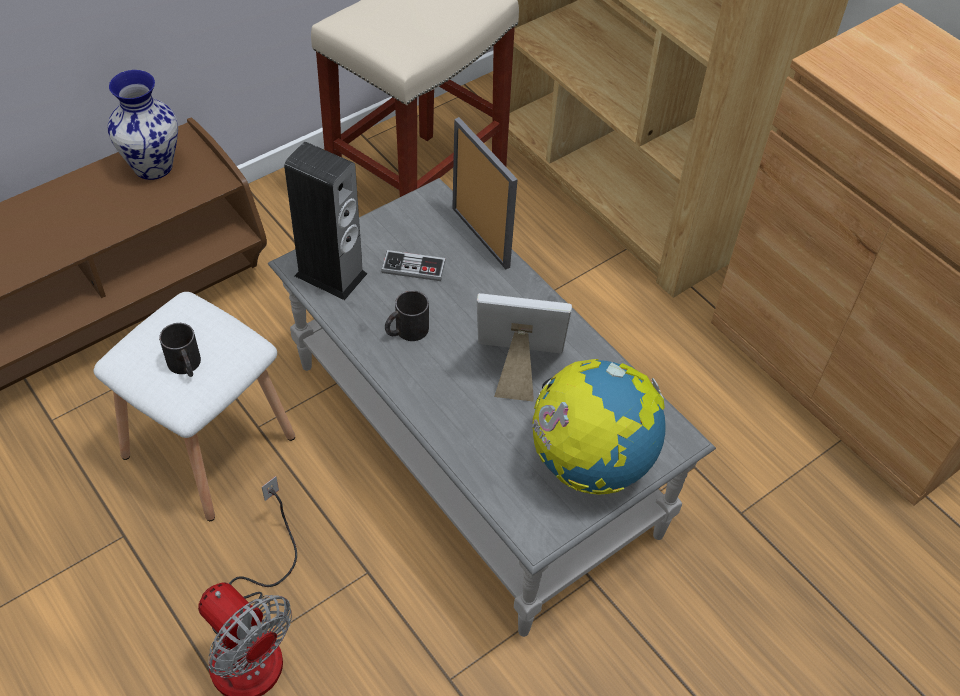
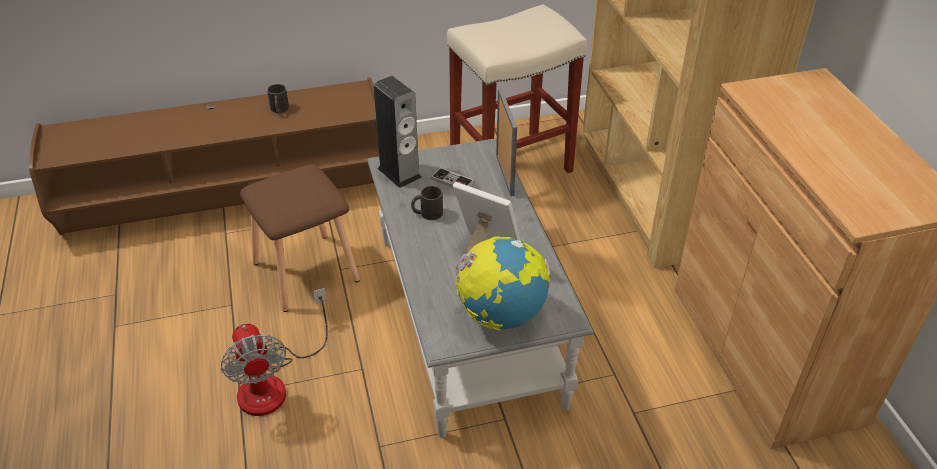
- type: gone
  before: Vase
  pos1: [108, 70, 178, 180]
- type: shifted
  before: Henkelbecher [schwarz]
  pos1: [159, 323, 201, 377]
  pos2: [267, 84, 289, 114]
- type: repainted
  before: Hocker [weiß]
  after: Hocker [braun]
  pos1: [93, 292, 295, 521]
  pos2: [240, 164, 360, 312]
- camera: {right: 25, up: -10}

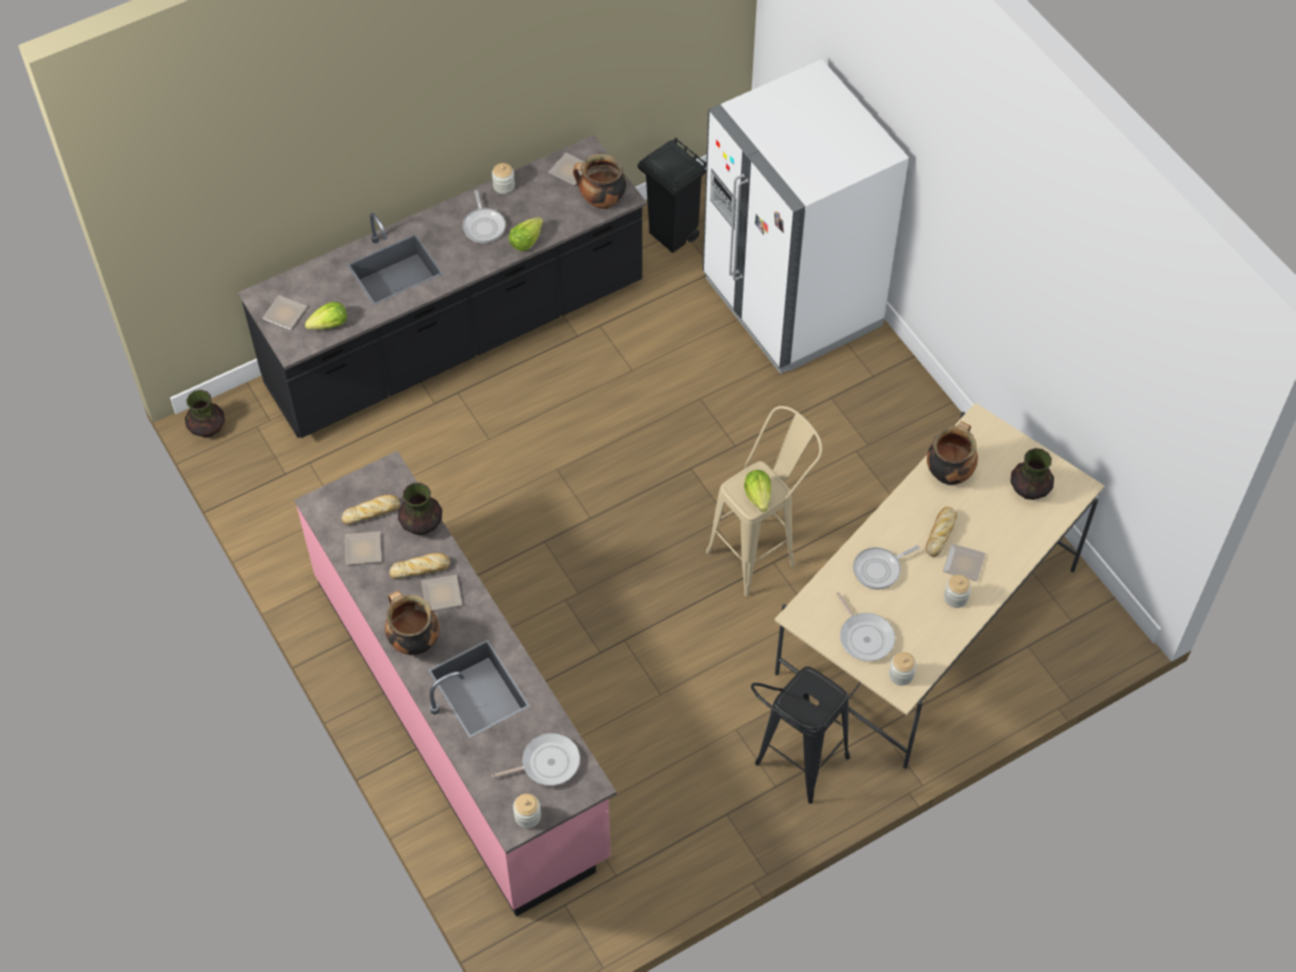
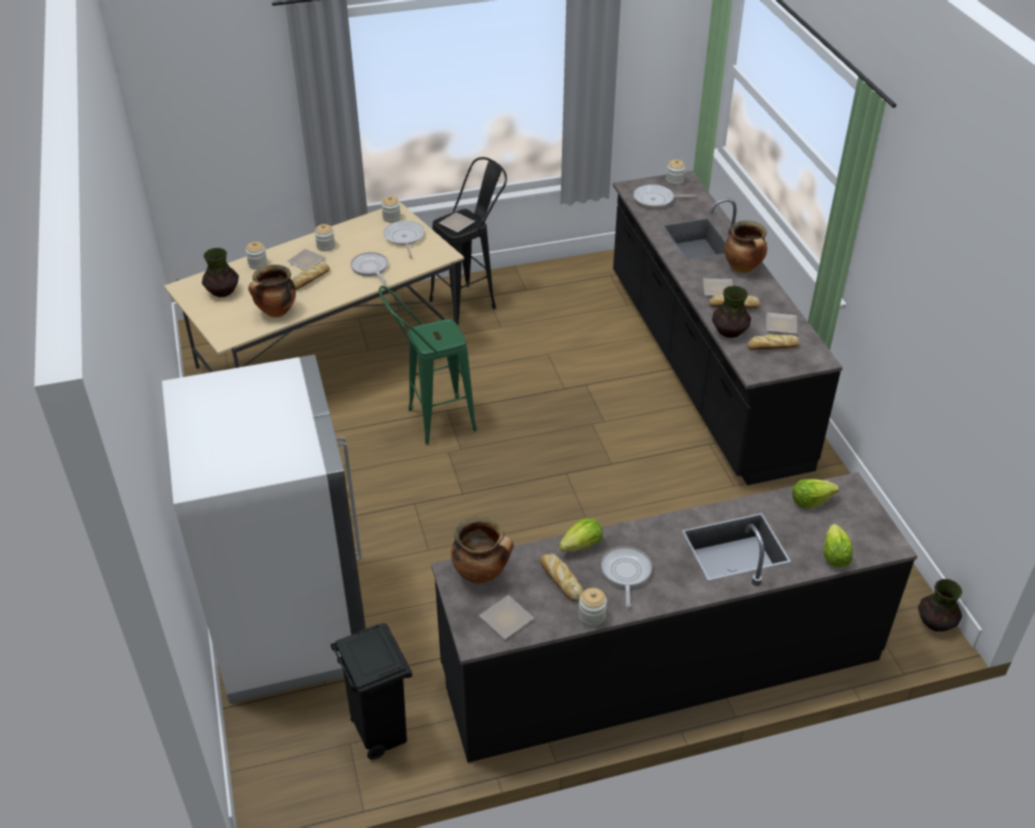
- type: new
  after: Vorratsglas
  pos2: [245, 242, 267, 269]
- type: new
  after: Brot
  pos2: [540, 554, 583, 602]
- type: shifted
  before: Teller
  pos1: [262, 295, 307, 329]
  pos2: [439, 212, 475, 233]
- type: shifted
  before: Salatkopf
  pos1: [744, 470, 771, 512]
  pos2: [823, 524, 853, 567]
- type: repainted
  before: Küchenzeile [rosa]
  after: Küchenzeile [schwarz]
  pos1: [295, 451, 617, 917]
  pos2: [613, 171, 843, 485]
- type: repainted
  before: Hocker [beige]
  after: Hocker [grün]
  pos1: [706, 406, 822, 597]
  pos2: [379, 286, 477, 444]
- type: rotated
  before: Pfanne
  pos1: [853, 545, 920, 590]
  pos2: [350, 252, 388, 283]
  turn: -105
- camera: {right: -165, up: -15}

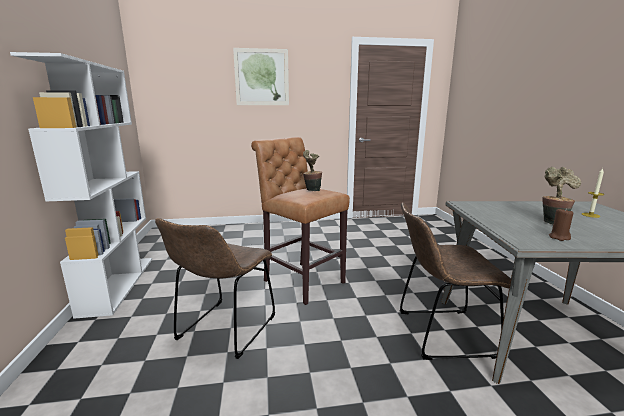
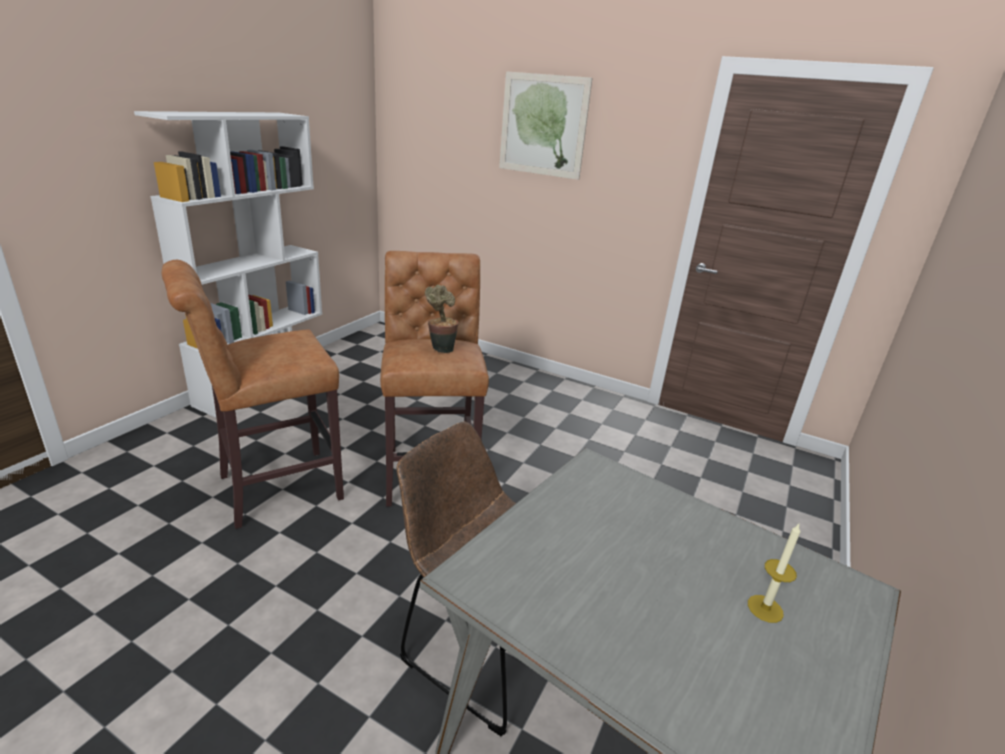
- type: gone
  before: Topfpflanze
  pos1: [543, 167, 581, 224]
- type: gone
  before: Kerze [braun]
  pos1: [549, 209, 573, 241]
- type: swapped
  before: Stuhl [braun]
  after: Hocker [braun]
  pos1: [155, 218, 275, 359]
  pos2: [162, 260, 344, 529]
- camera: {right: 35, up: 10}

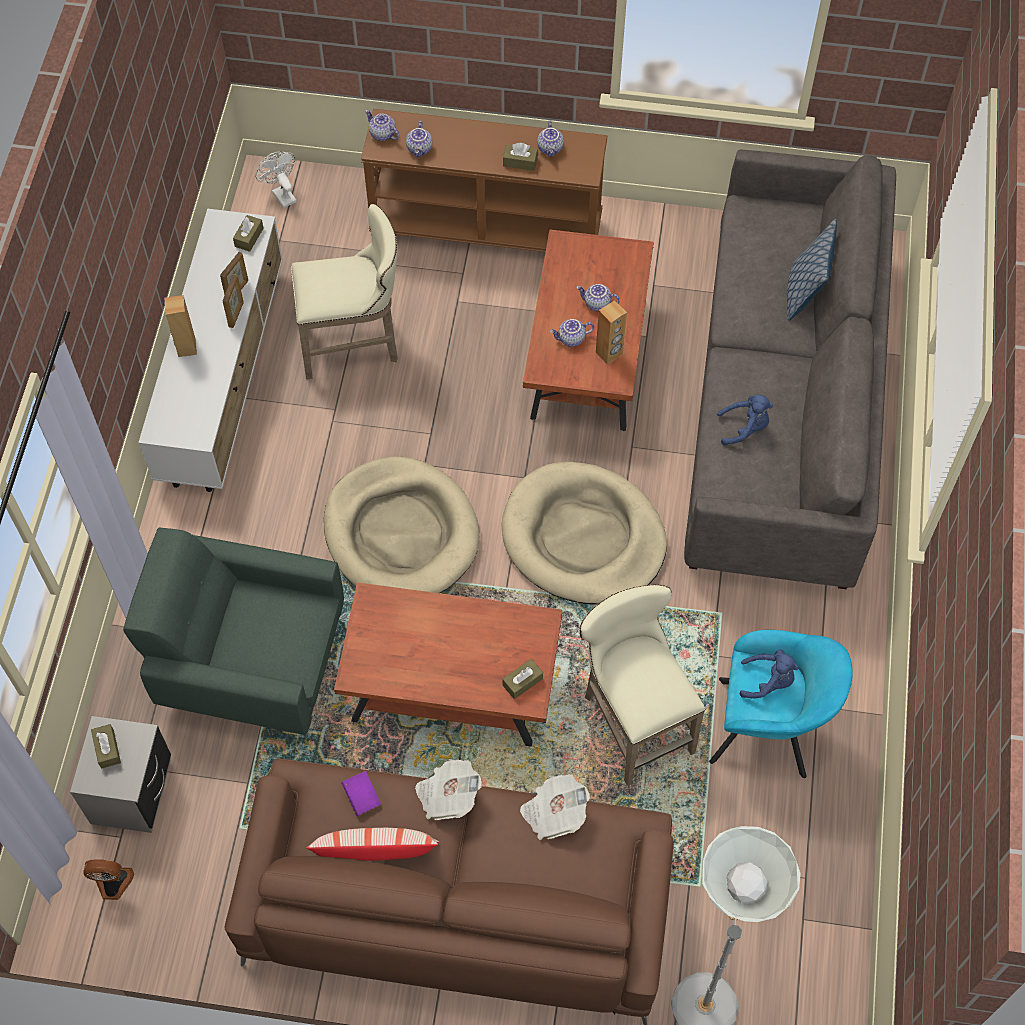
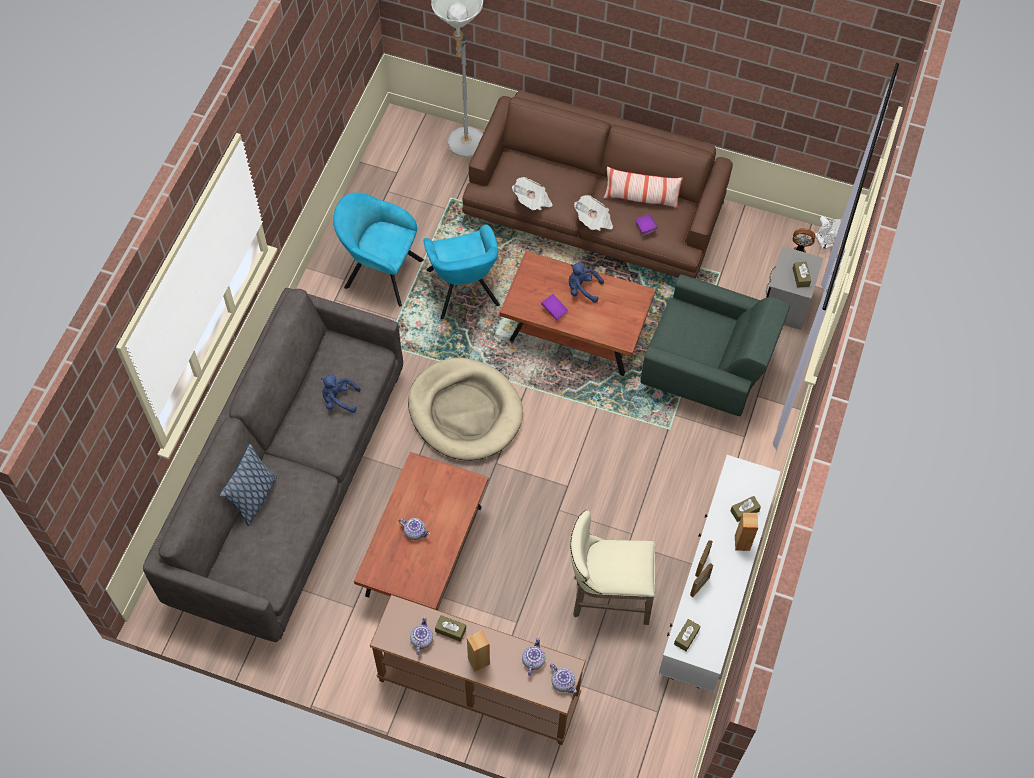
- type: gone
  before: Hundebett [beige]
  pos1: [324, 456, 480, 593]
- type: gone
  before: Teekanne
  pos1: [550, 319, 594, 347]
- type: new
  after: Buch [lila]
  pos2: [541, 294, 568, 321]
- type: shifted
  before: Ventilator [weiß]
  pos1: [256, 152, 297, 208]
  pos2: [815, 216, 842, 249]
- type: shifted
  before: Taschentuchbox [braun]
  pos1: [502, 659, 543, 699]
  pos2: [731, 496, 761, 522]
- type: shifted
  before: Lautsprecher [braun]
  pos1: [596, 300, 627, 364]
  pos2: [467, 630, 490, 671]
- type: shifted
  before: Plüschtier [blau]
  pos1: [740, 649, 799, 698]
  pos2: [569, 262, 604, 303]
- type: swapped
  before: Hocker [beige]
  after: Sessel [türkis]
  pos1: [579, 584, 705, 786]
  pos2: [424, 225, 500, 319]
- camera: {right: -170, up: 0}

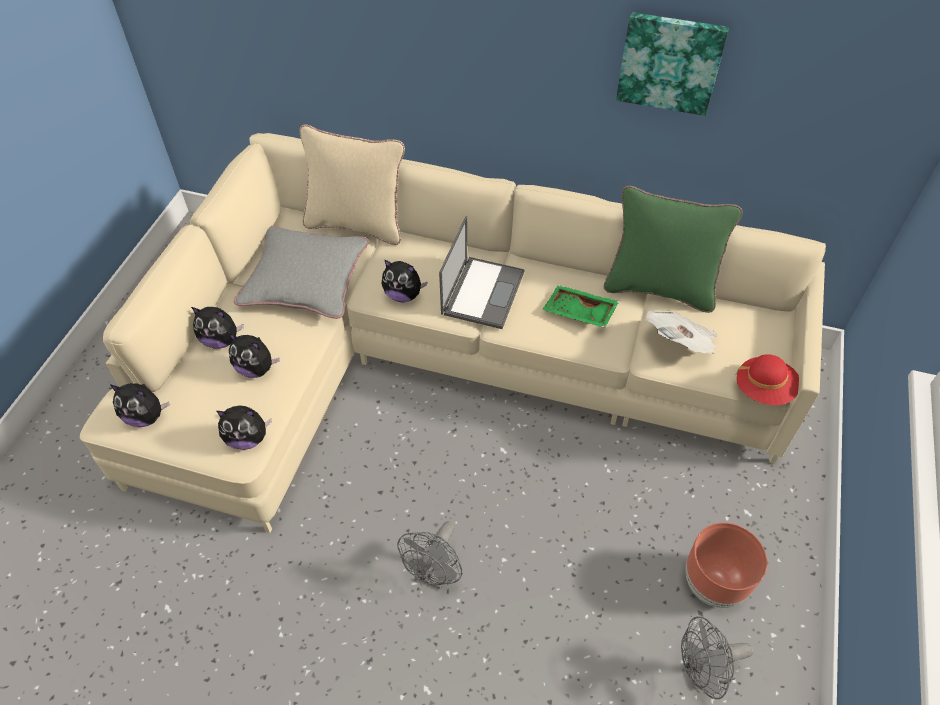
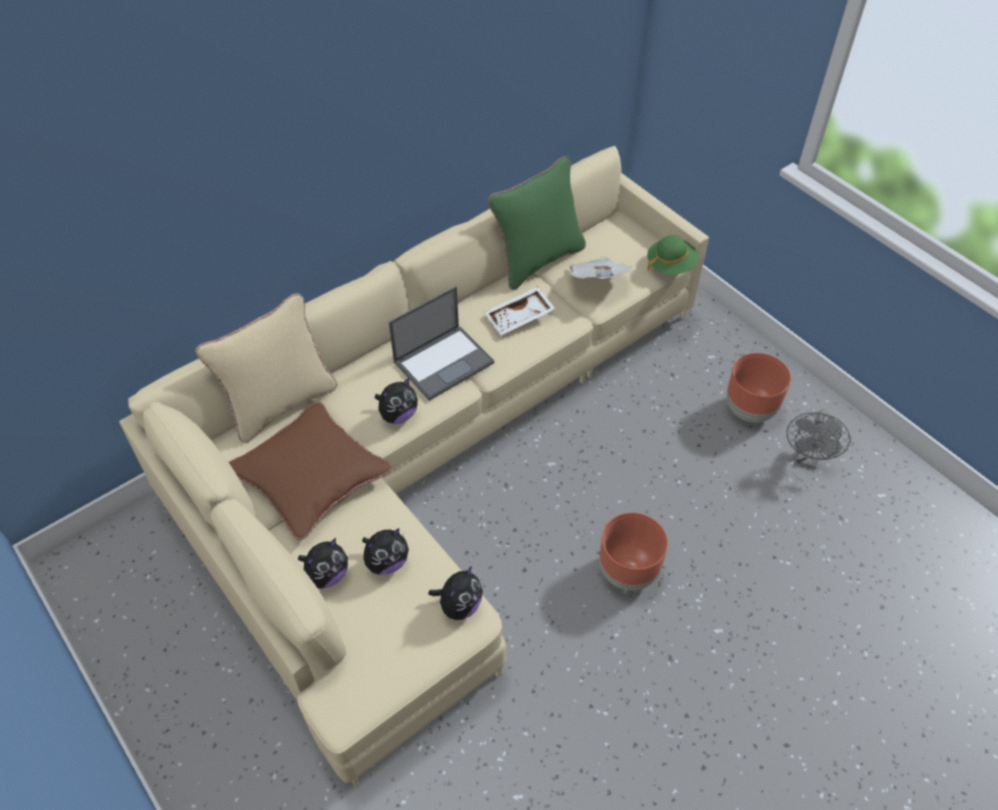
- type: gone
  before: Plüschtier
  pos1: [109, 383, 170, 427]
- type: gone
  before: Bild
  pos1: [616, 12, 729, 116]
- type: swapped
  before: Ventilator [grau]
  after: Pflanzkübel [braun]
  pos1: [397, 521, 462, 589]
  pos2: [600, 513, 668, 591]
- type: repainted
  before: Kissen [grau]
  after: Kissen [braun]
  pos1: [234, 226, 369, 319]
  pos2: [229, 402, 392, 540]
- type: repainted
  before: Tablett [grün]
  after: Tablett [weiß]
  pos1: [542, 285, 619, 328]
  pos2: [484, 286, 555, 335]
- type: repainted
  before: Hut [rot]
  after: Hut [grün]
  pos1: [735, 354, 799, 405]
  pos2: [647, 235, 699, 275]
- type: rotated
  before: Laptop
  pos1: [439, 216, 525, 329]
  pos2: [389, 286, 494, 401]
  turn: 90
- camera: {right: -55, up: 0}

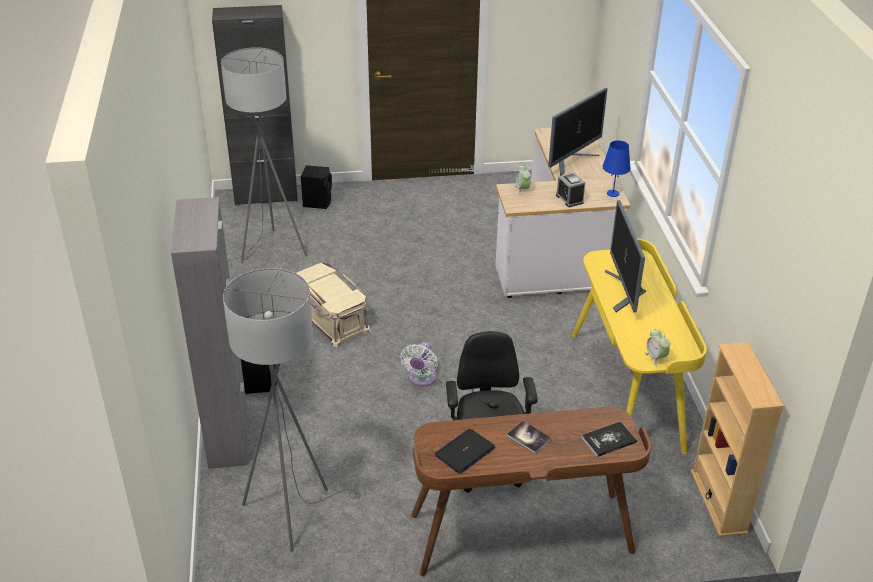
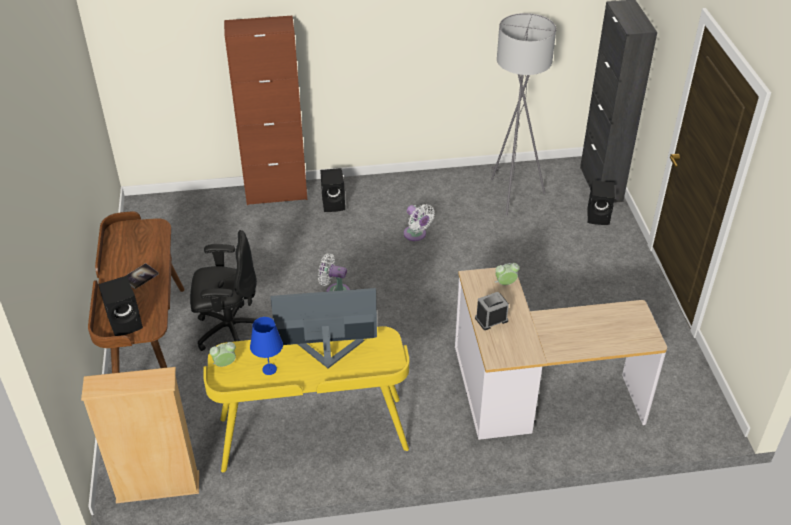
- type: gone
  before: Stehlampe [grau]
  pos1: [223, 268, 360, 551]
- type: gone
  before: Laptop
  pos1: [434, 429, 495, 474]
- type: gone
  before: Monitor
  pos1: [548, 88, 607, 176]
- type: shifted
  before: Tischlampe [blau]
  pos1: [602, 140, 631, 197]
  pos2: [250, 317, 283, 375]
- type: swapped
  before: Aufbewahrungsbox [beige]
  after: Ventilator [weiß]
  pos1: [296, 263, 371, 347]
  pos2: [404, 204, 435, 241]
- type: swapped
  before: Buch
  after: Lautsprecher [schwarz]
  pos1: [581, 421, 637, 457]
  pos2: [98, 276, 143, 336]
- type: repainted
  before: Schrank [grau]
  after: Schrank [braun]
  pos1: [171, 197, 247, 469]
  pos2: [224, 16, 307, 205]
- camera: {right: 90, up: 5}

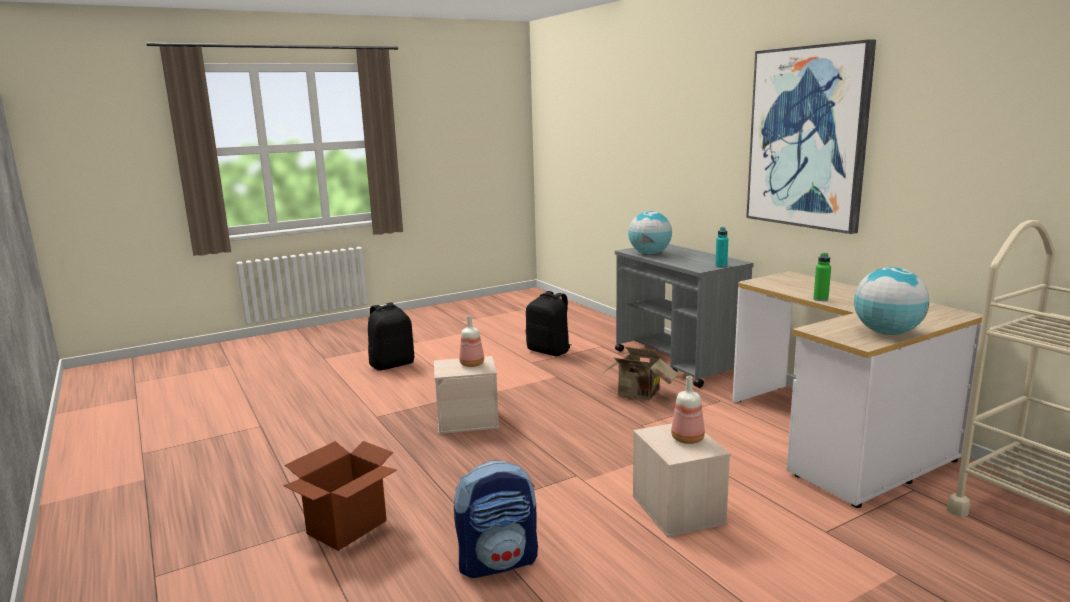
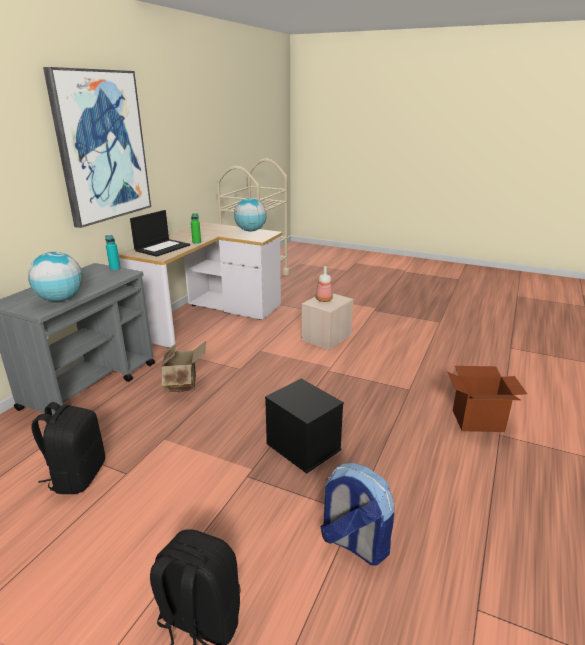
- type: gone
  before: Flasche
  pos1: [459, 315, 484, 367]
- type: new
  after: Laptop
  pos2: [130, 210, 190, 257]
- type: shifted
  before: Rucksack
  pos1: [454, 460, 538, 578]
  pos2: [320, 463, 394, 566]
- type: repainted
  before: Aufbewahrungsbox [beige]
  after: Aufbewahrungsbox [schwarz]
  pos1: [434, 356, 499, 434]
  pos2: [265, 379, 344, 474]
- camera: {right: -125, up: 10}

